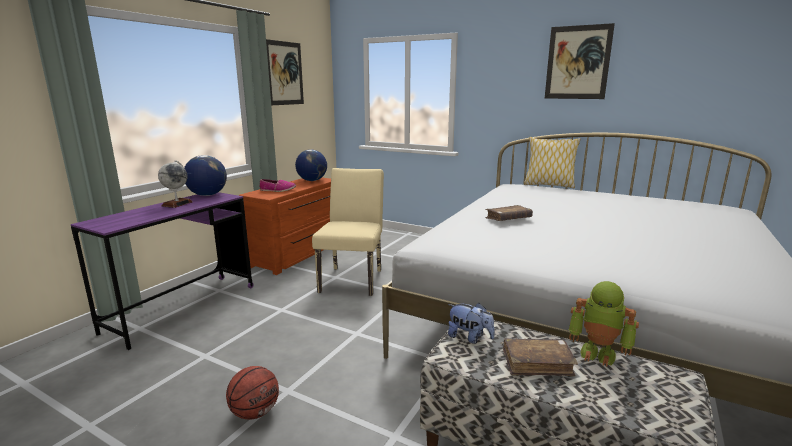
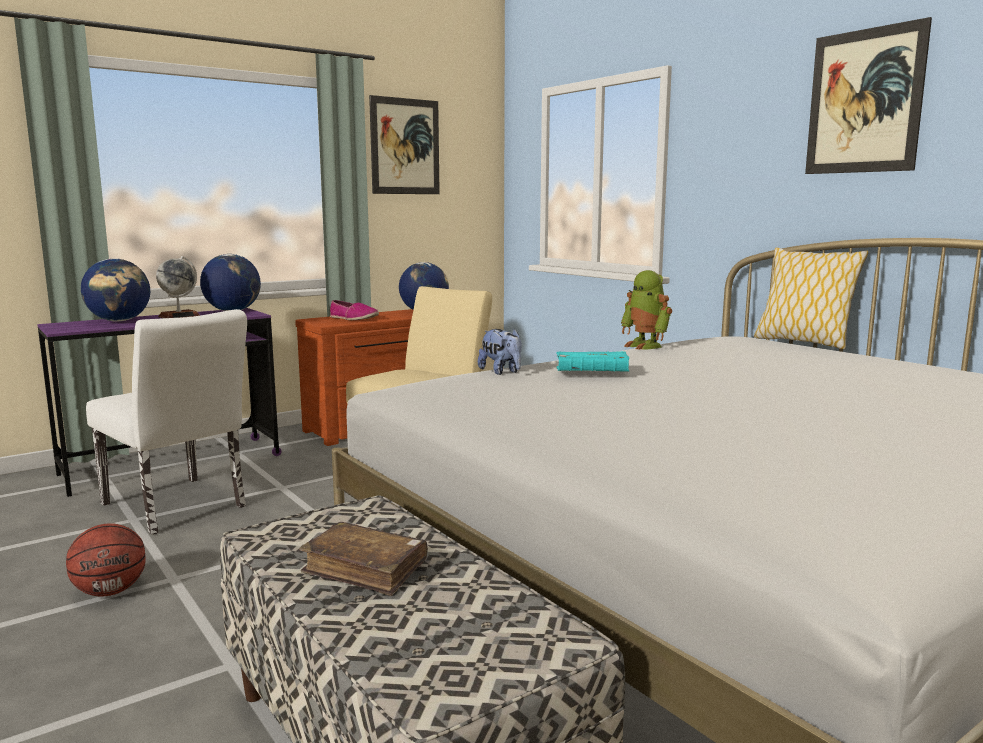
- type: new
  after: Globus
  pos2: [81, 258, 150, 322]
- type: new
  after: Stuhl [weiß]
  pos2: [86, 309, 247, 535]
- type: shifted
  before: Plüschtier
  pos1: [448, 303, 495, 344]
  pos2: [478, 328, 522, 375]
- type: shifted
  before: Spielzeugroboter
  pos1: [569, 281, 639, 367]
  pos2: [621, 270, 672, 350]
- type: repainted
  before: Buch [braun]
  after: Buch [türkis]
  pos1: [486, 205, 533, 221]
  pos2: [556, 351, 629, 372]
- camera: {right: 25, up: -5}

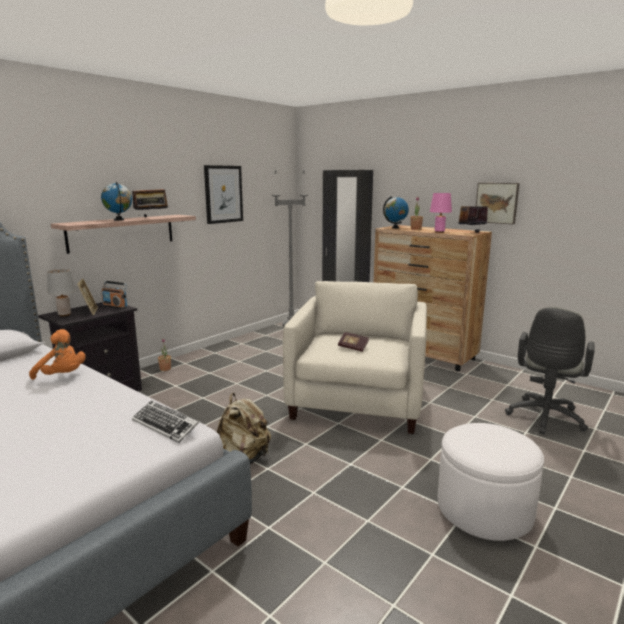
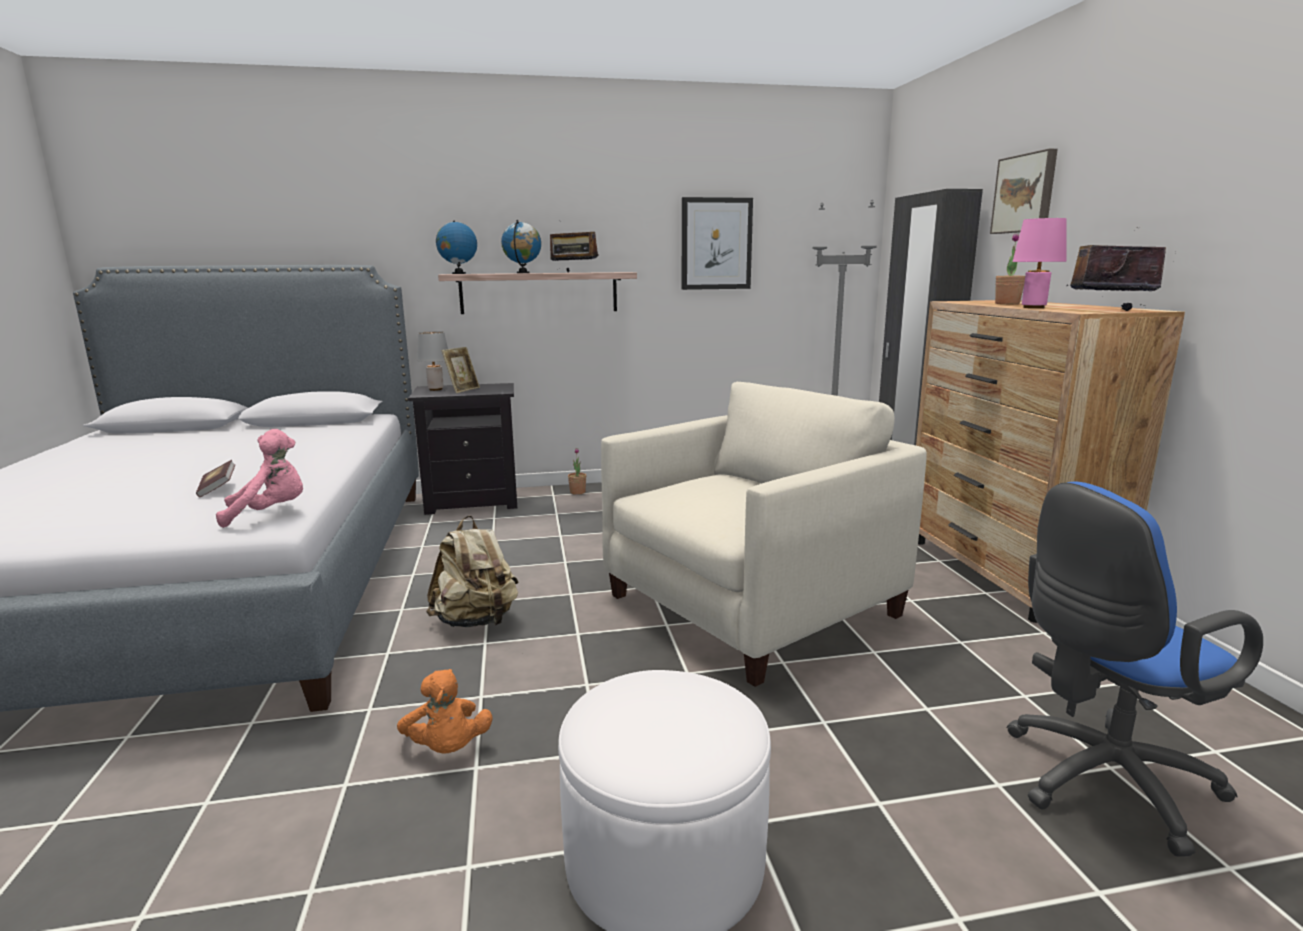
- type: gone
  before: Radio
  pos1: [101, 281, 128, 309]
- type: shifted
  before: Plüschtier [orange]
  pos1: [29, 329, 86, 380]
  pos2: [397, 669, 493, 754]
- type: shifted
  before: Buch
  pos1: [338, 332, 369, 352]
  pos2: [196, 460, 235, 497]
- type: shifted
  before: Globus
  pos1: [383, 196, 409, 228]
  pos2: [436, 221, 477, 274]
- type: shifted
  before: Bild
  pos1: [476, 183, 520, 224]
  pos2: [990, 149, 1058, 234]
- type: swapped
  before: Tastatur
  after: Plüschtier [rosa]
  pos1: [132, 401, 199, 443]
  pos2: [216, 429, 303, 528]
- type: repainted
  before: Bürostuhl [grau]
  after: Bürostuhl [blau]
  pos1: [505, 307, 595, 434]
  pos2: [1007, 481, 1263, 857]
- camera: {right: 40, up: 0}

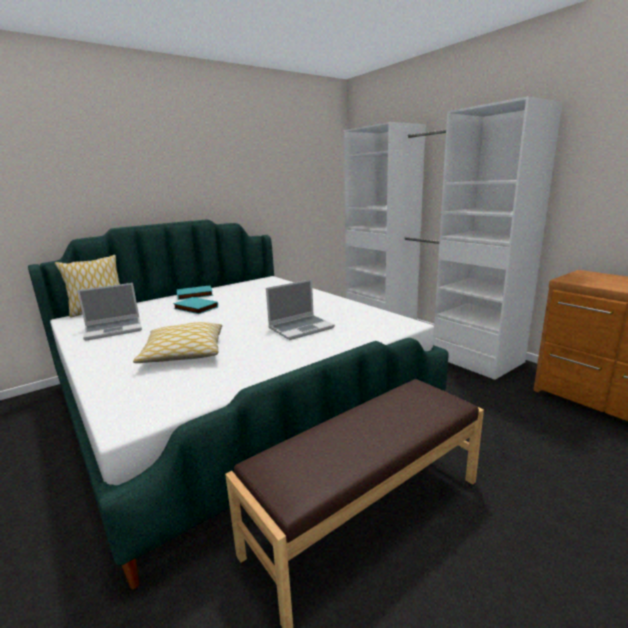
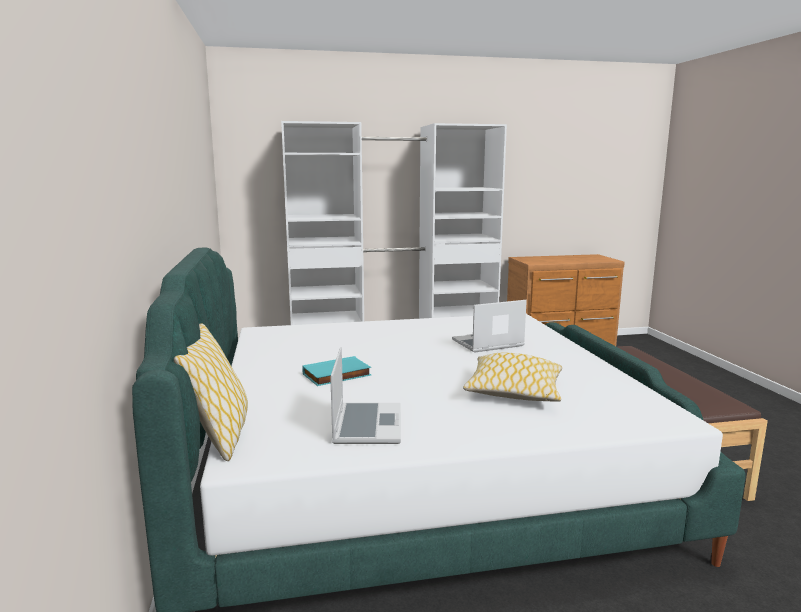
- type: gone
  before: Buch [türkis]
  pos1: [177, 286, 213, 300]
- type: rotated
  before: Laptop
  pos1: [266, 279, 335, 340]
  pos2: [452, 300, 527, 353]
  turn: -105
- camera: {right: -65, up: -5}

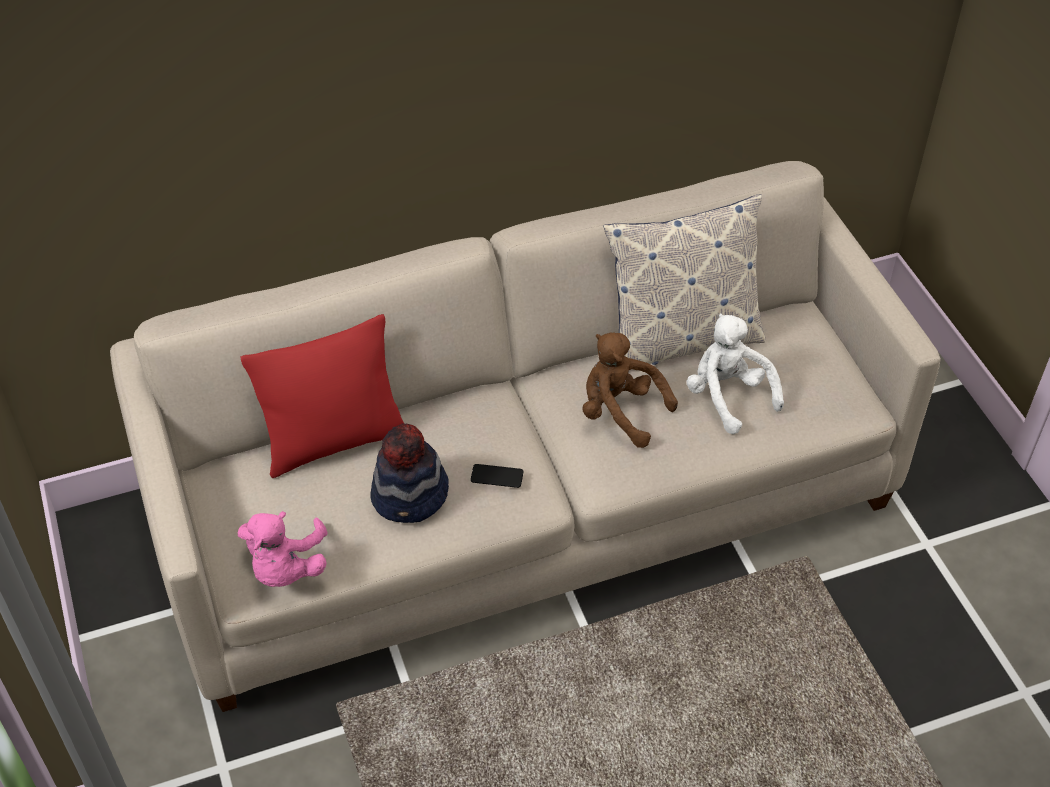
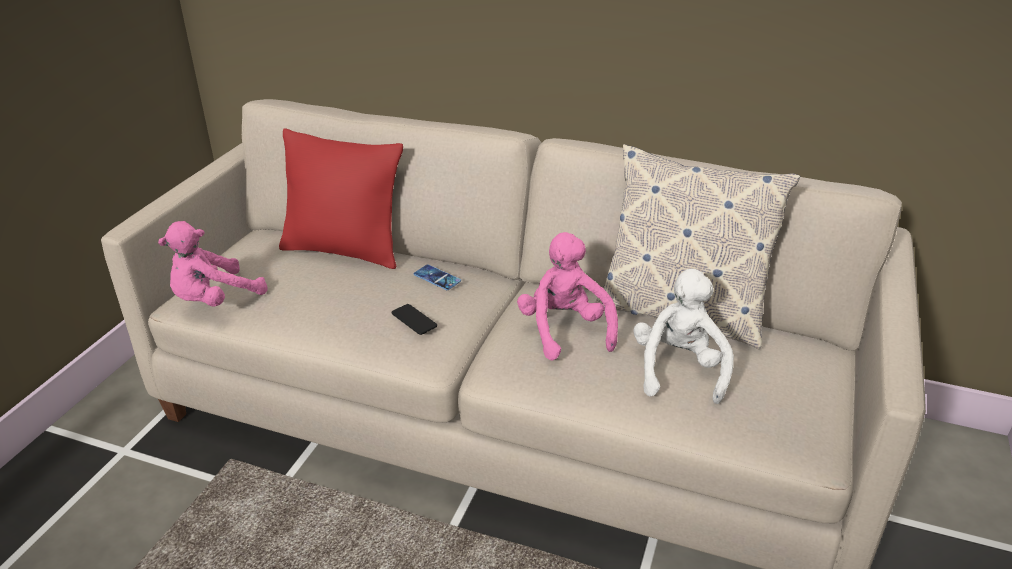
- type: gone
  before: Hut
  pos1: [370, 424, 449, 523]
- type: new
  after: Handy
  pos2: [413, 264, 461, 290]
- type: repainted
  before: Plüschtier [braun]
  after: Plüschtier [rosa]
  pos1: [582, 332, 678, 448]
  pos2: [517, 232, 618, 361]
- camera: {right: 40, up: -15}

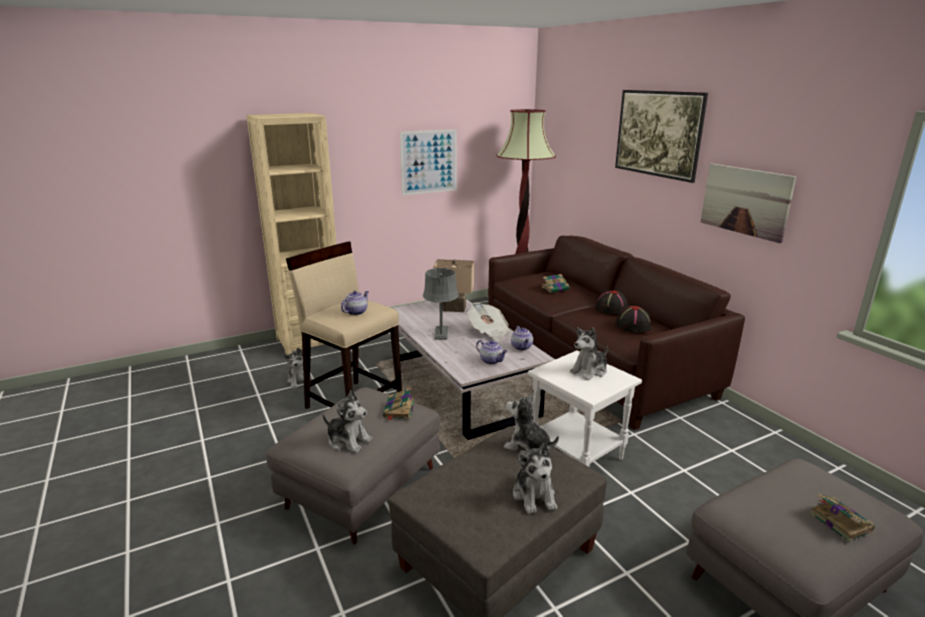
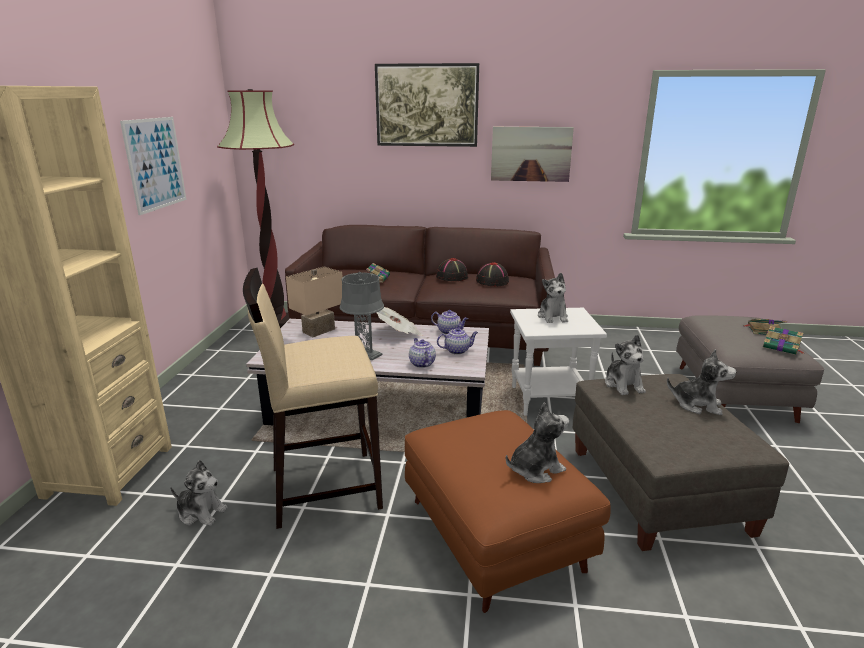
- type: shifted
  before: Teekanne
  pos1: [341, 291, 369, 315]
  pos2: [409, 338, 436, 368]
- type: shifted
  before: Buch
  pos1: [383, 387, 414, 421]
  pos2: [763, 326, 804, 355]
- type: repainted
  before: Polsterhocker [grau]
  after: Polsterhocker [braun]
  pos1: [266, 387, 440, 544]
  pos2: [405, 410, 611, 613]
- type: rotated
  before: Plüschtier
  pos1: [504, 393, 559, 454]
  pos2: [605, 334, 646, 395]
  turn: -75
- camera: {right: -55, up: 0}

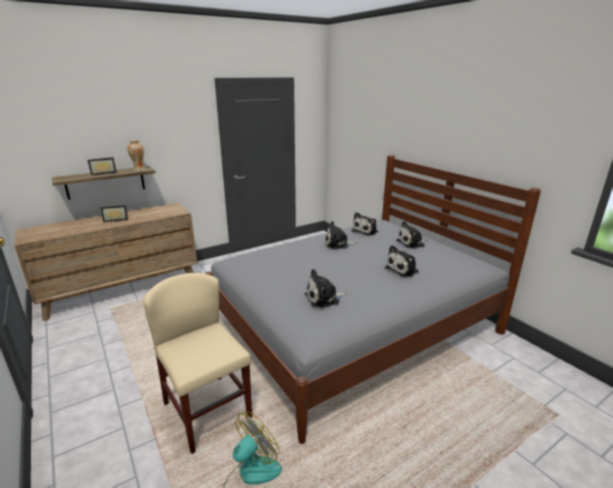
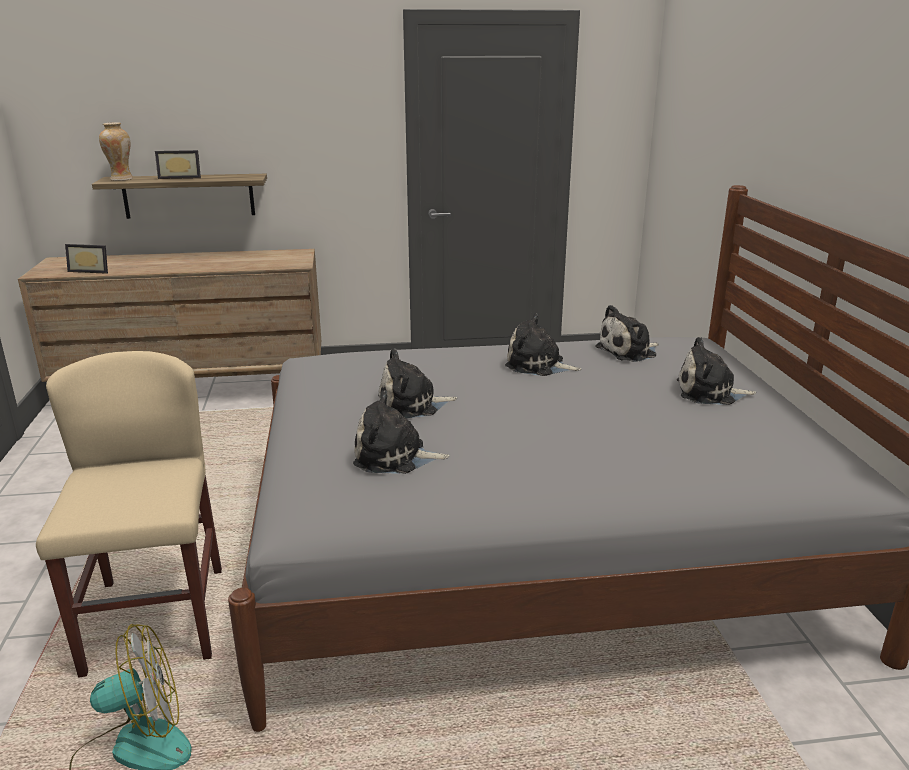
- type: shifted
  before: Bilderrahmen
  pos1: [100, 205, 128, 222]
  pos2: [65, 244, 108, 274]
- type: shifted
  before: Vase
  pos1: [127, 140, 146, 171]
  pos2: [99, 122, 133, 181]
- type: shifted
  before: Plüschtier
  pos1: [385, 245, 419, 277]
  pos2: [378, 348, 457, 418]
- camera: {right: 25, up: 0}

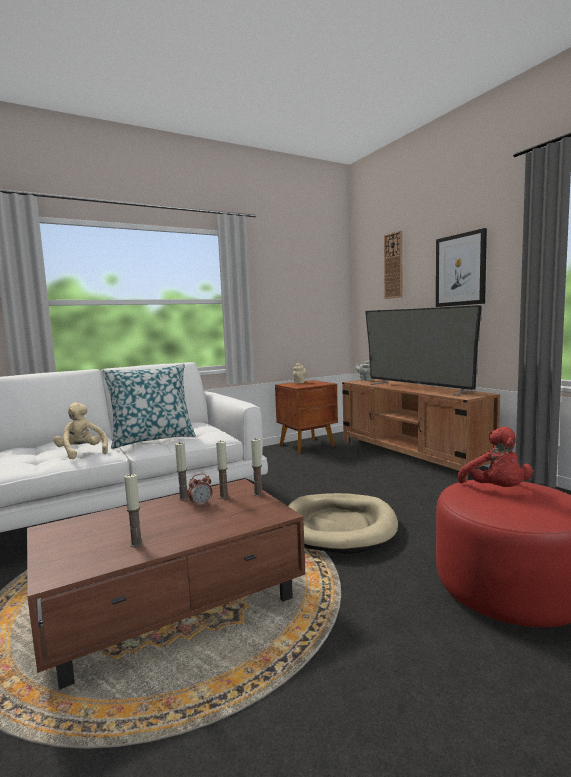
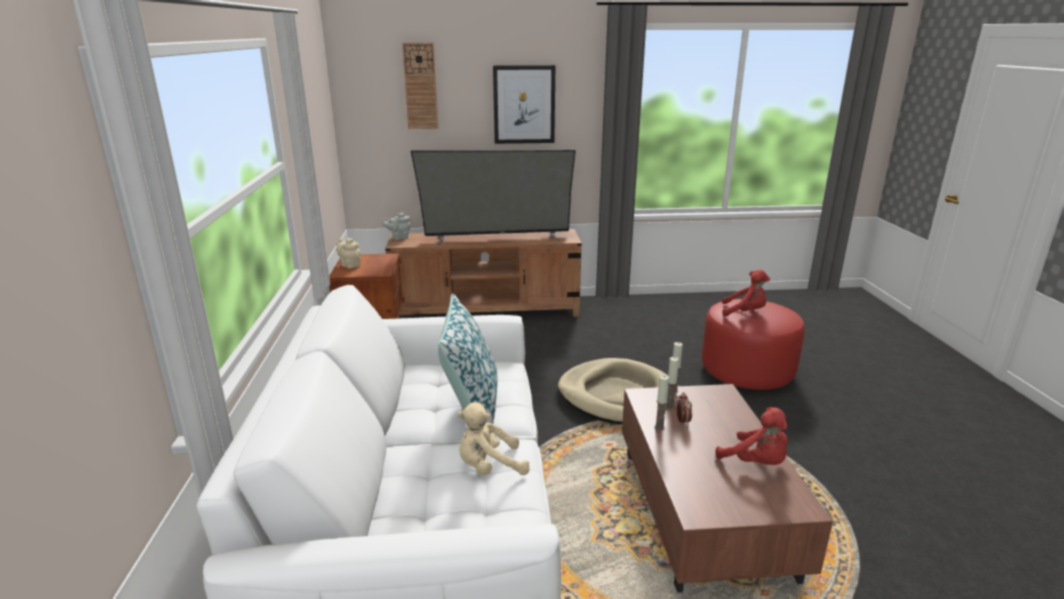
- type: swapped
  before: Kerze
  after: Plüschtier [rot]
  pos1: [124, 474, 143, 547]
  pos2: [715, 407, 788, 465]
- camera: {right: -65, up: 15}

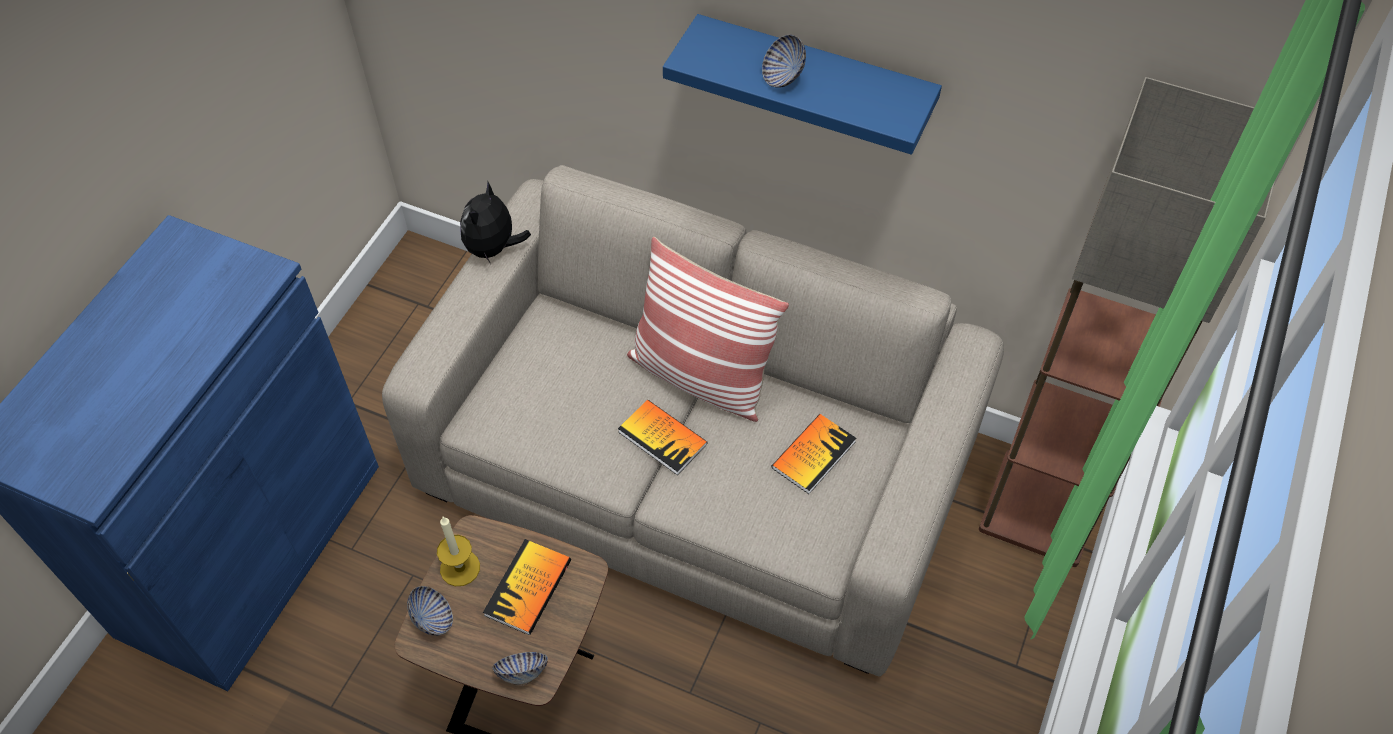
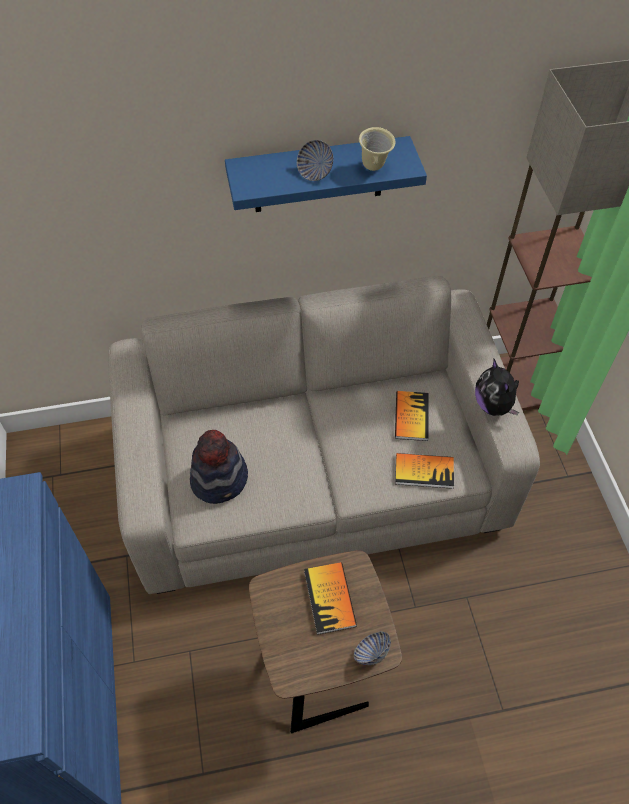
- type: gone
  before: Schüssel
  pos1: [407, 586, 453, 636]
- type: gone
  before: Kerze
  pos1: [437, 517, 480, 586]
- type: gone
  before: Kissen
  pos1: [627, 237, 789, 422]
- type: new
  after: Hut
  pos2: [190, 430, 248, 504]
- type: new
  after: Henkelbecher [beige]
  pos2: [359, 127, 396, 171]
- type: shifted
  before: Plüschtier
  pos1: [460, 181, 531, 264]
  pos2: [475, 359, 519, 416]
- type: shifted
  before: Buch
  pos1: [618, 400, 708, 475]
  pos2: [395, 453, 454, 489]
- camera: {right: -35, up: 0}

